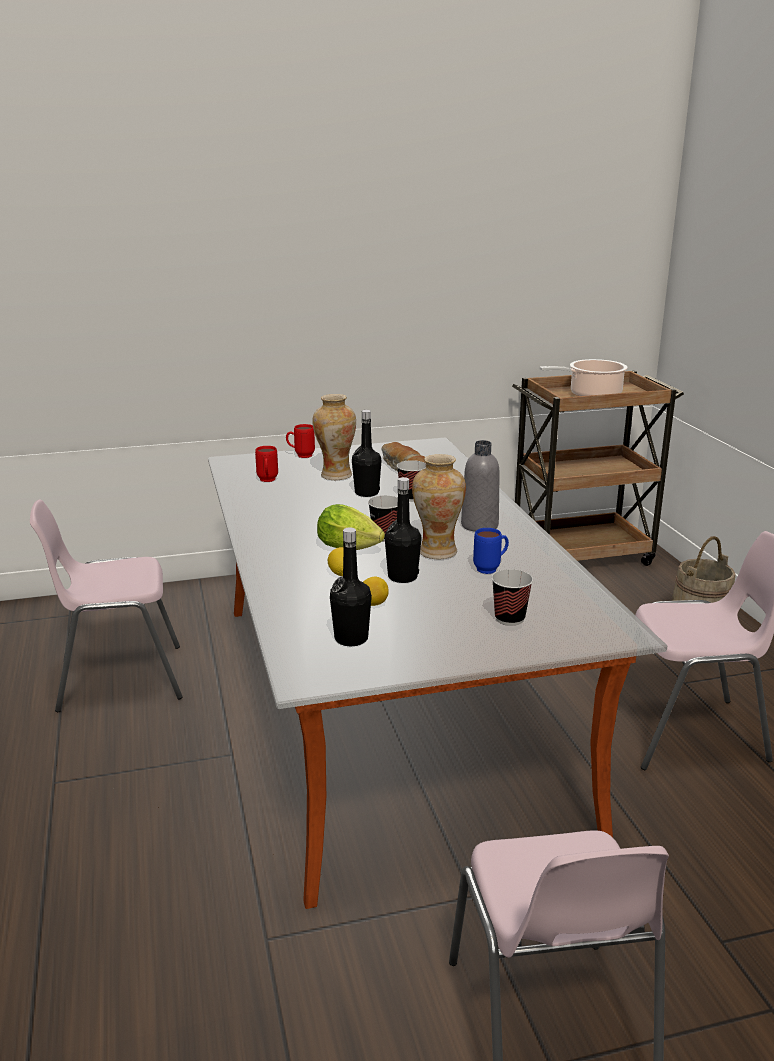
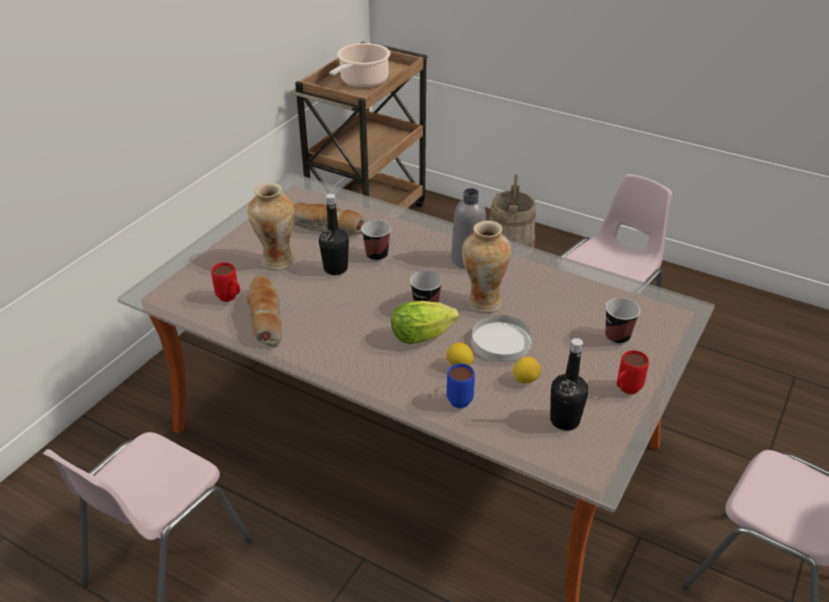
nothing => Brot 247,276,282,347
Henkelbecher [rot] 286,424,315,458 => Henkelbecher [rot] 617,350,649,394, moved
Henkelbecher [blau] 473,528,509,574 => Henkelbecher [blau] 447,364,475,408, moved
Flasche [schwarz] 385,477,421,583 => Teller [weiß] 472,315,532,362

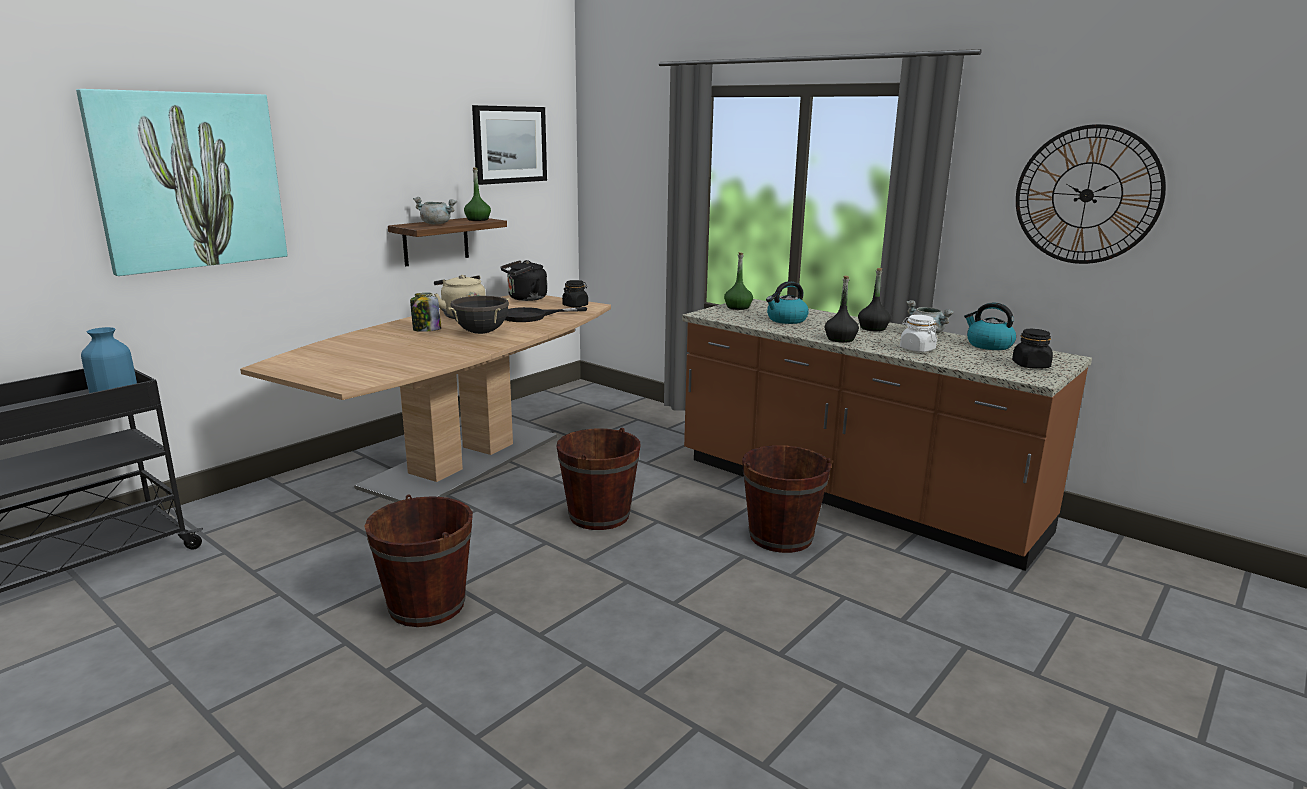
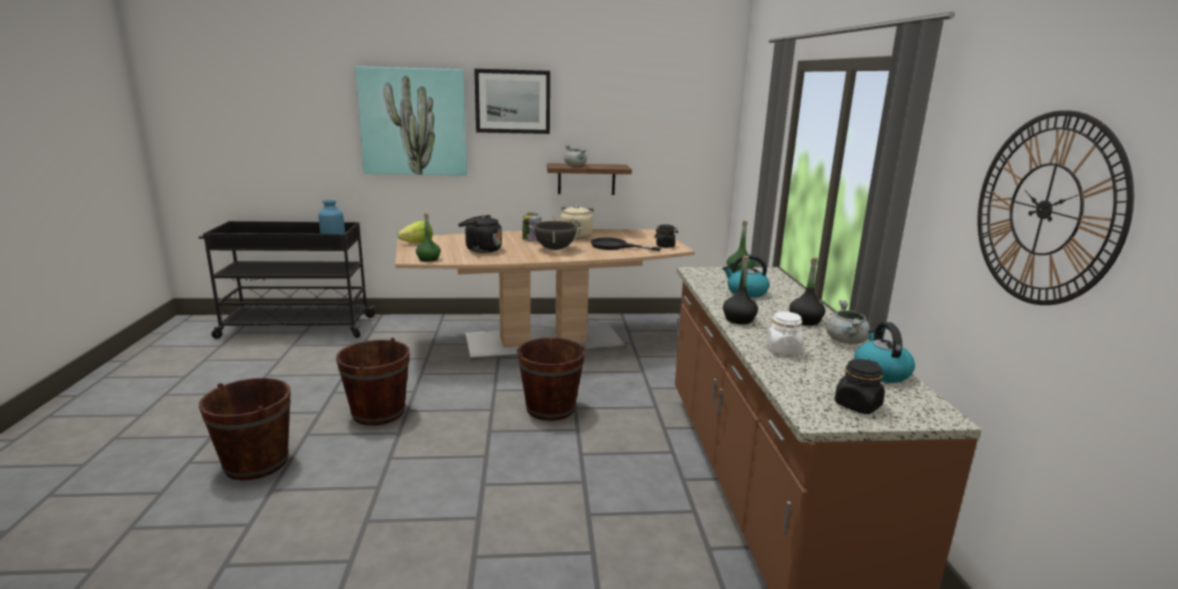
nothing => Salatkopf 398,221,433,243
Flasche [grün] 464,167,491,221 => Flasche [grün] 416,213,441,262, moved
Bild 472,105,547,185 => Bild 474,69,550,134, moved
Wasserkessel [schwarz] 501,260,547,301 => Wasserkessel [schwarz] 458,215,502,253, moved
Eimer [braun] 742,445,831,553 => Eimer [braun] 199,378,291,480, moved

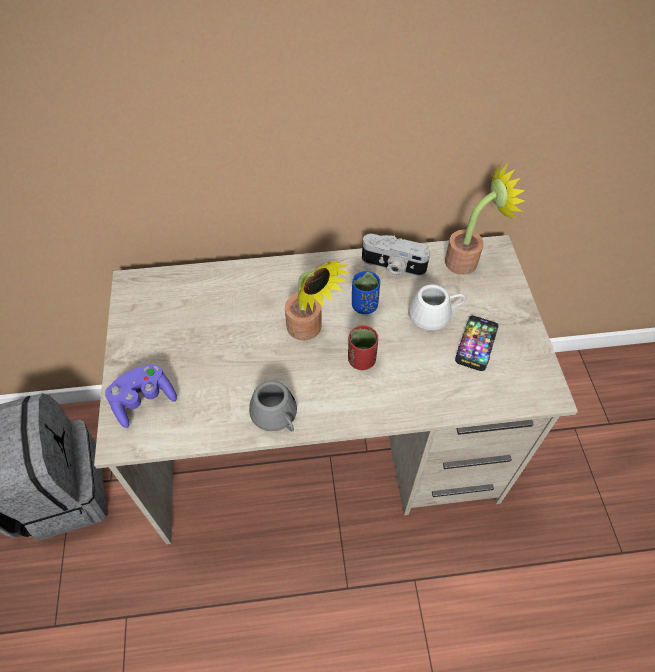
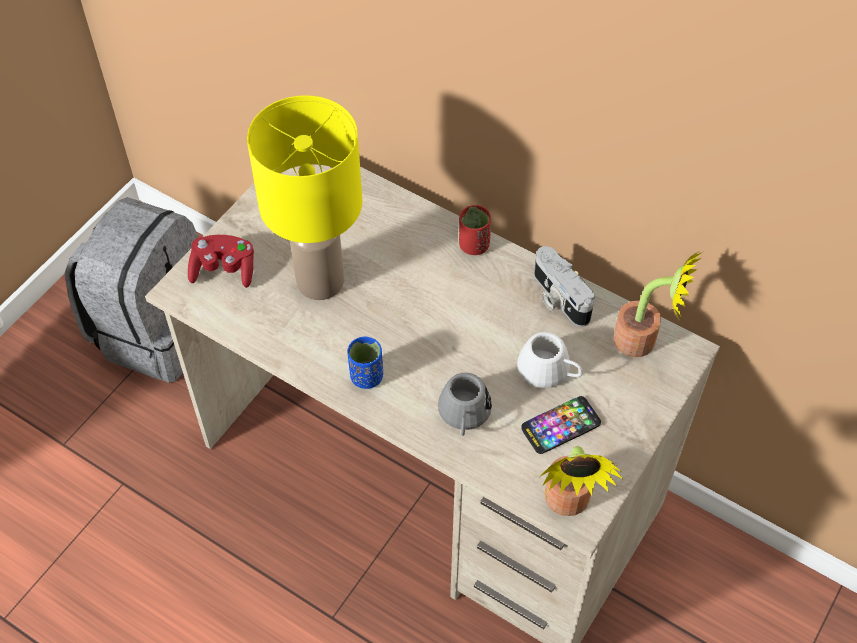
nothing => Tischlampe [gelb] 247,95,362,300
Henkelbecher [grau] 249,380,297,432 => Henkelbecher [grau] 438,373,492,436, moved
Topfpflanze 285,261,349,341 => Topfpflanze 541,446,624,516, moved
Tasse [rot] 348,325,378,370 => Tasse [rot] 459,205,491,255, moved
Tasse [blau] 352,271,380,314 => Tasse [blau] 347,337,383,389, moved
Gamepad [lila] 105,364,177,428 => Gamepad [rot] 188,235,254,288

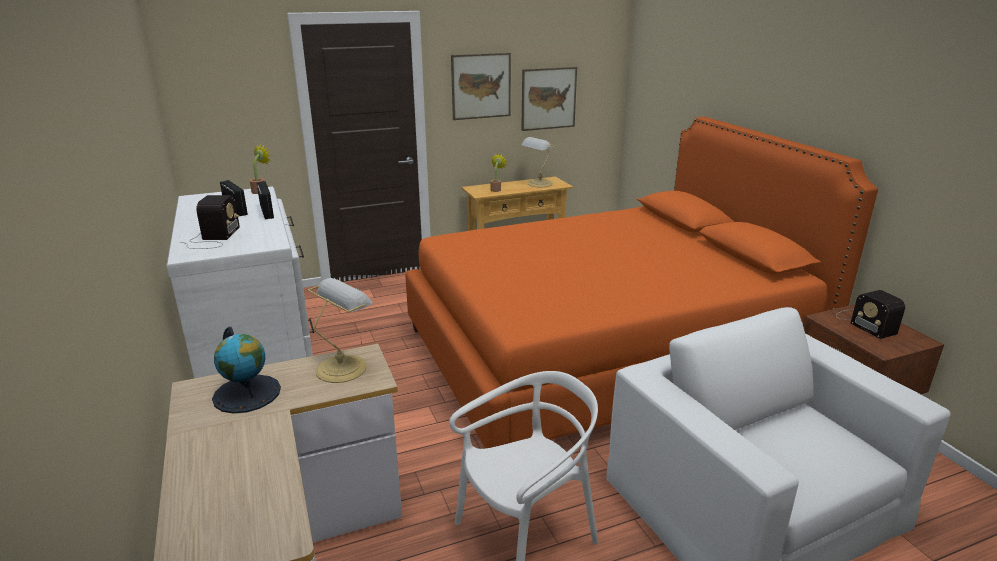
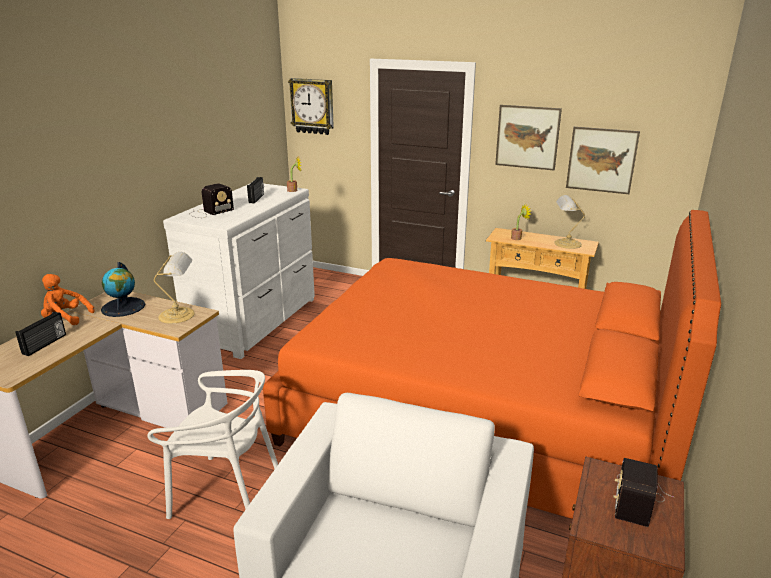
nothing => Plüschtier [orange] 41,274,95,325
nothing => Wanduhr 288,78,334,135
Radio 257,181,274,219 => Radio 16,312,66,356, moved

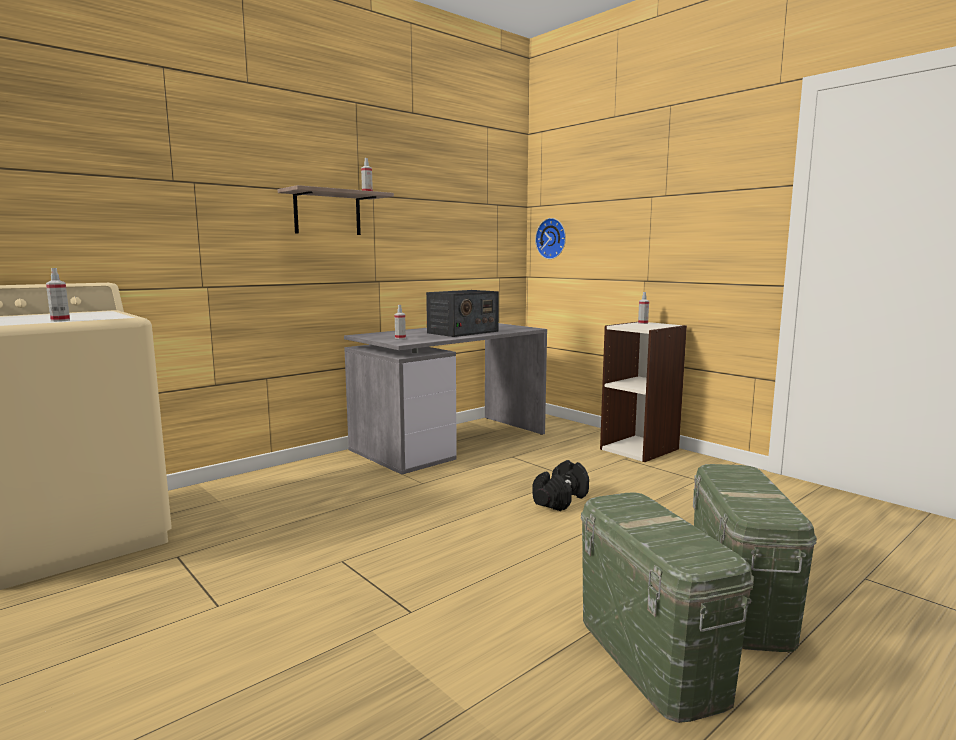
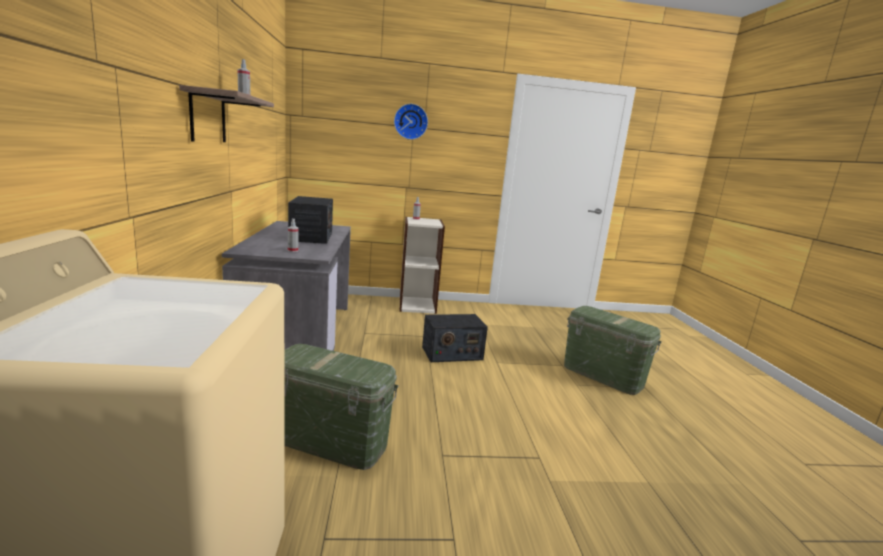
Sprühflasche 46,268,70,322 => nothing
Wanduhr 535,218,566,259 => Wanduhr 394,104,428,140, moved
Aufbewahrungsbox [grün] 581,492,754,723 => Aufbewahrungsbox [grün] 284,344,399,470, moved
Hantel [schwarz] 532,460,589,511 => Radio 422,314,488,362

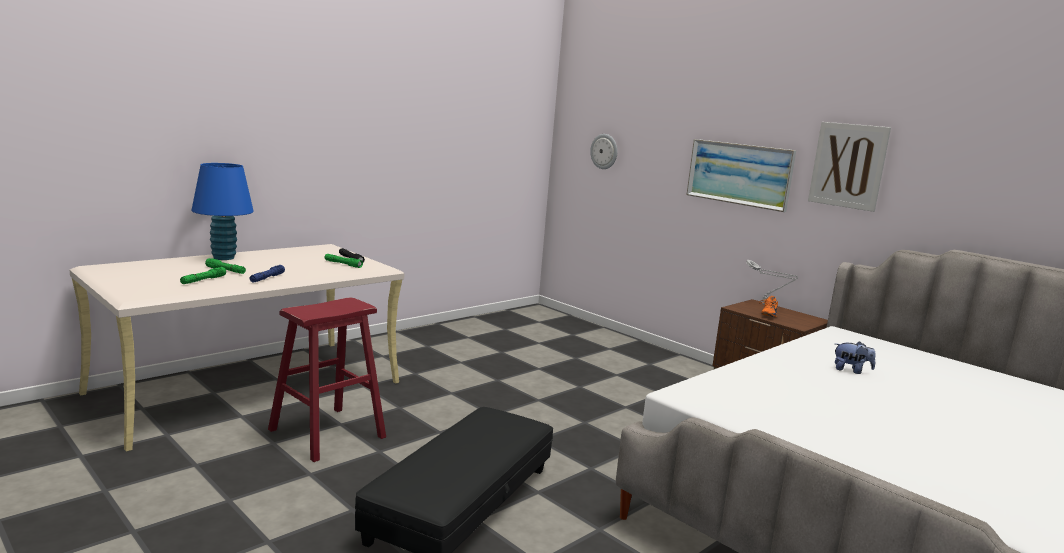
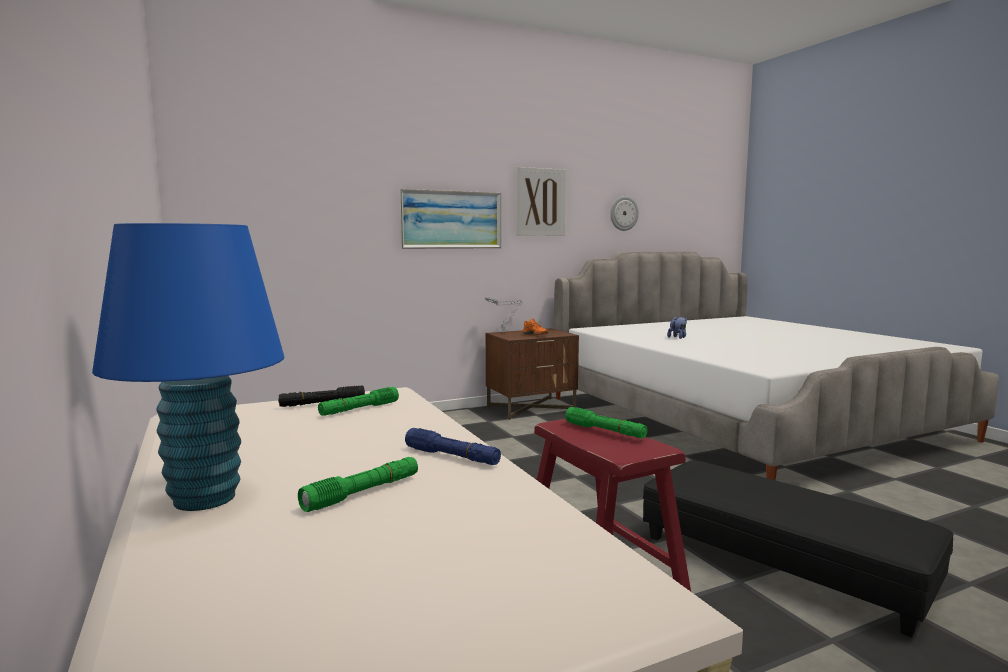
Taschenlampe [grün] 180,267,226,284 => Taschenlampe [grün] 565,407,647,438, moved
Wanduhr 590,134,618,169 => Wanduhr 610,196,639,231, moved

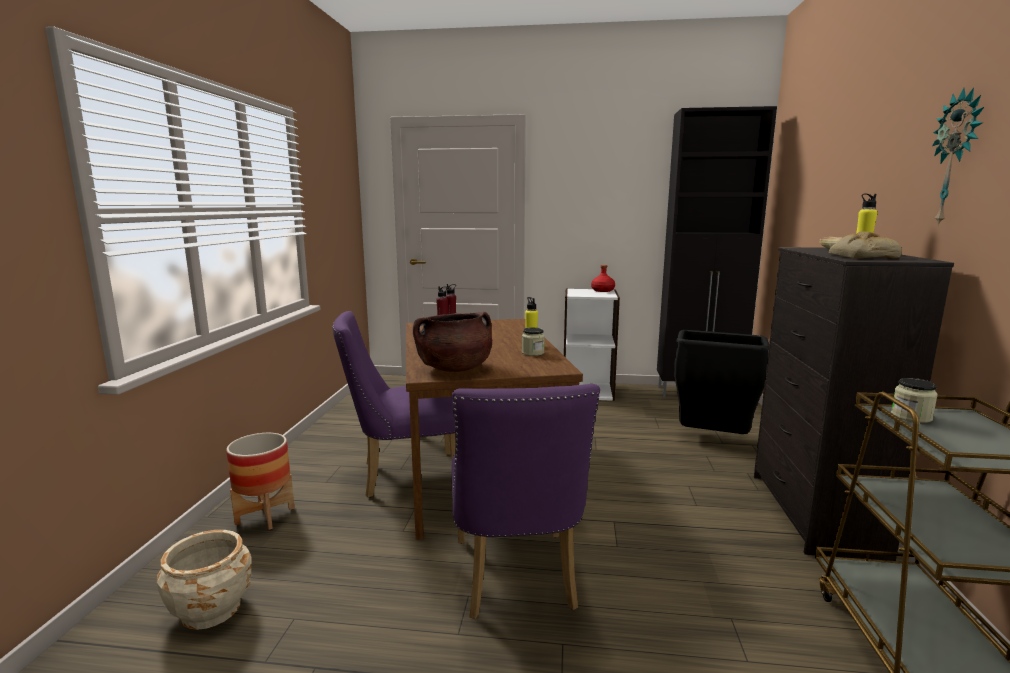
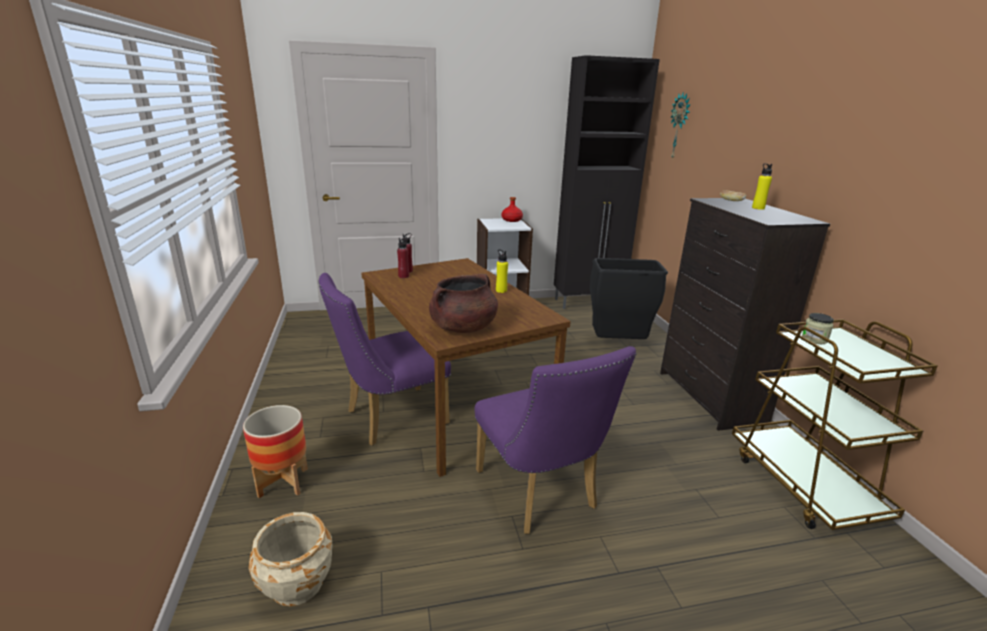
Vorratsglas 522,328,545,356 => nothing
Brot 829,231,902,258 => nothing
Wanduhr 932,88,984,226 => Wanduhr 670,91,691,159, moved

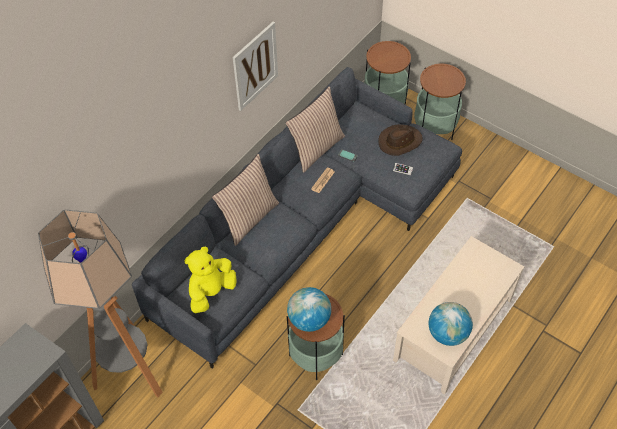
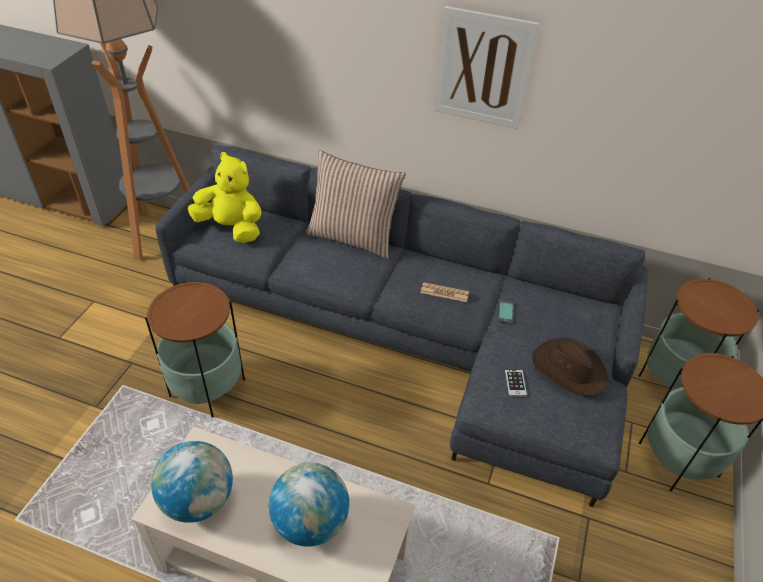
Kissen 286,86,345,173 => nothing
Globus 287,287,331,332 => Globus 269,463,349,547, moved

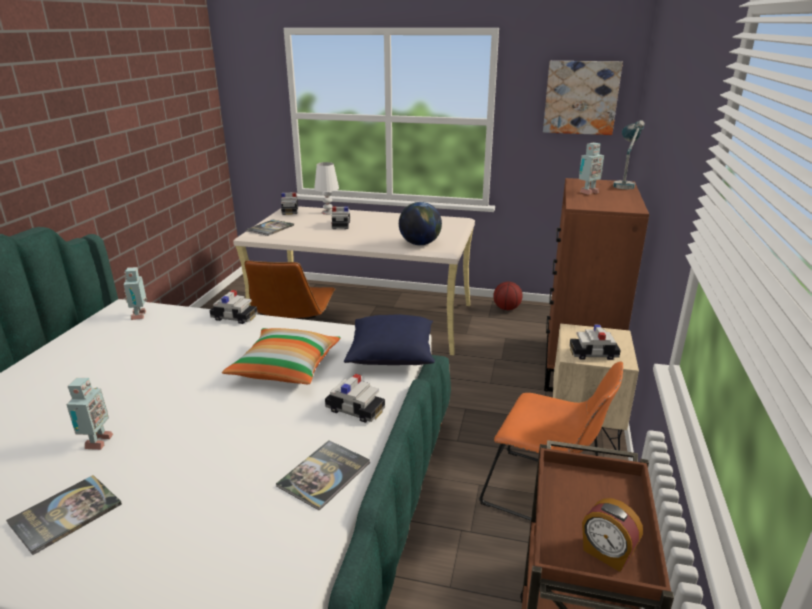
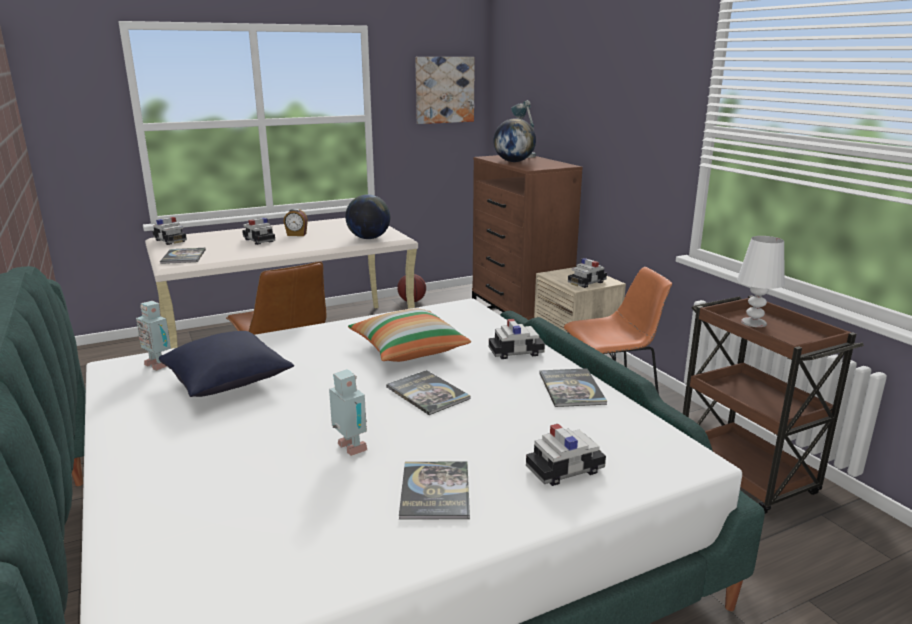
nothing => Buch 386,370,471,415
Spielzeugauto 210,290,257,324 => Spielzeugauto 526,424,606,486, moved
Tischlampe [weiß] 314,162,339,215 => Tischlampe [weiß] 737,236,785,327, moved
Kissen [blau] 344,315,435,365 => Kissen [blau] 159,331,294,397, moved
Wecker 582,498,643,572 => Wecker 284,209,308,236, moved
Spielzeugroboter 579,143,604,195 => Globus 493,118,536,162

